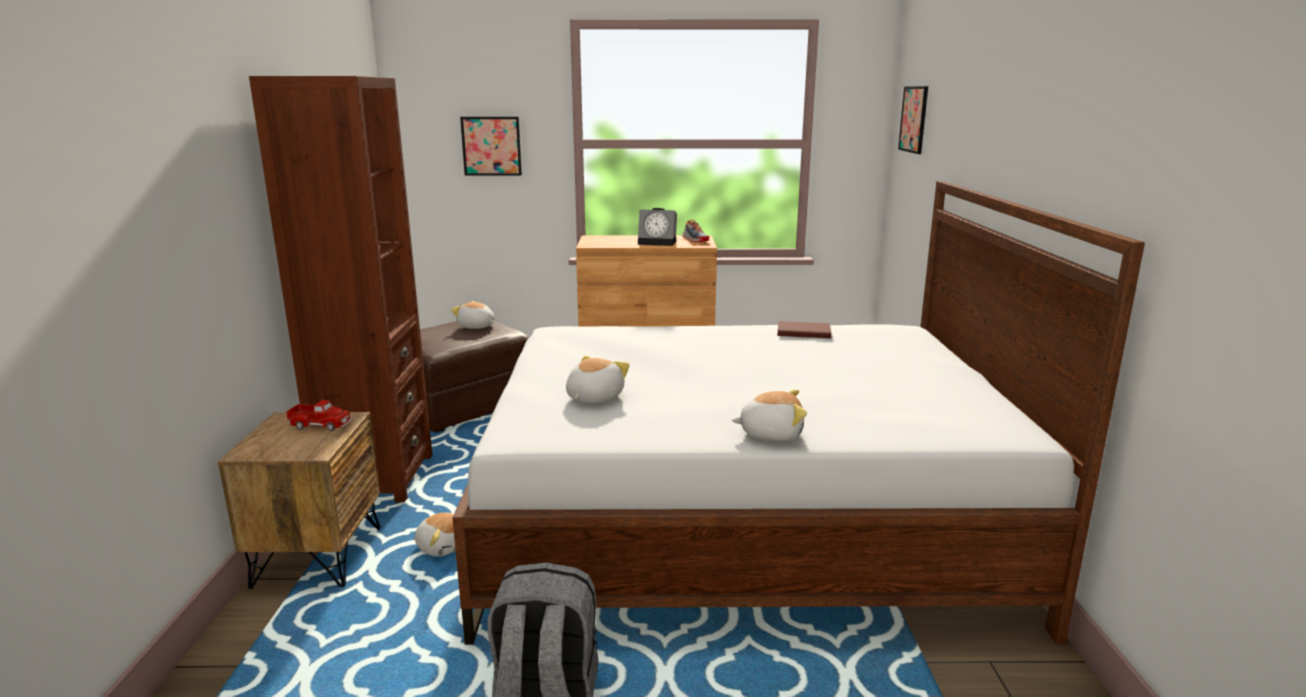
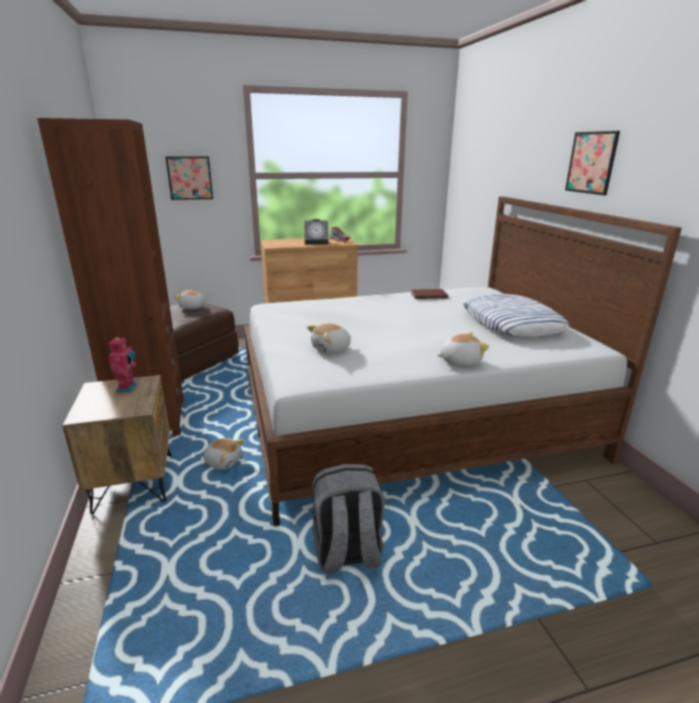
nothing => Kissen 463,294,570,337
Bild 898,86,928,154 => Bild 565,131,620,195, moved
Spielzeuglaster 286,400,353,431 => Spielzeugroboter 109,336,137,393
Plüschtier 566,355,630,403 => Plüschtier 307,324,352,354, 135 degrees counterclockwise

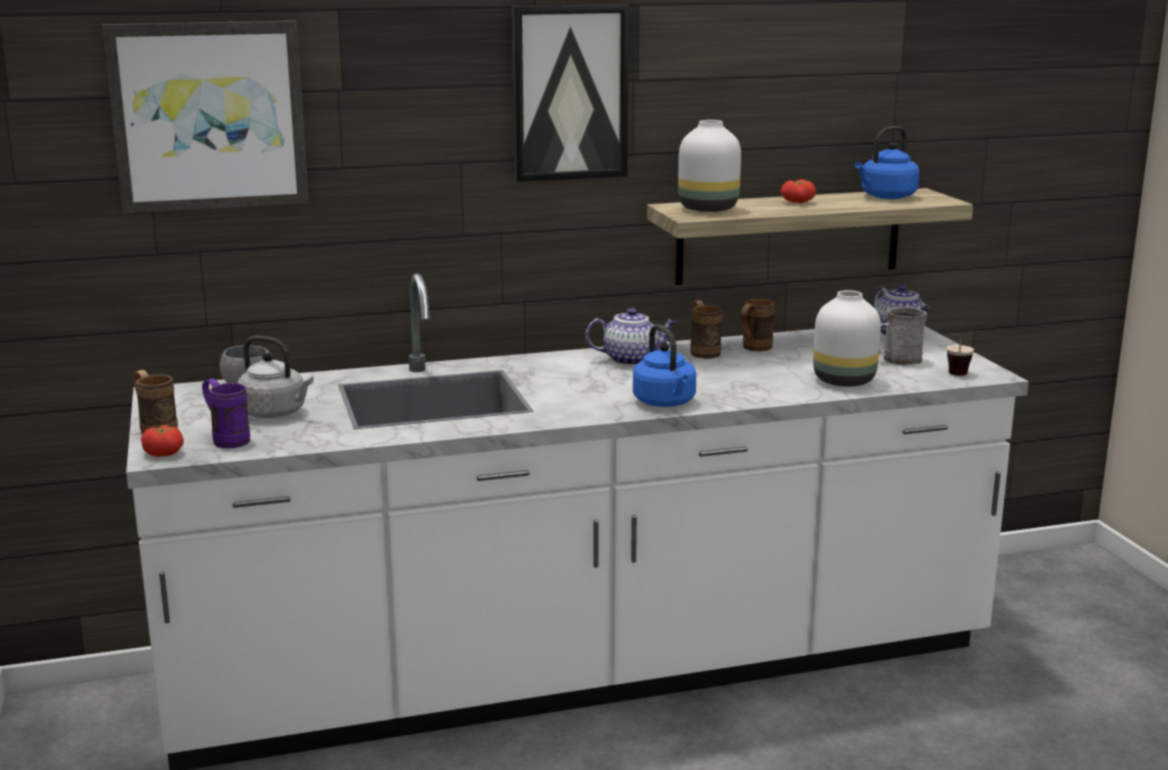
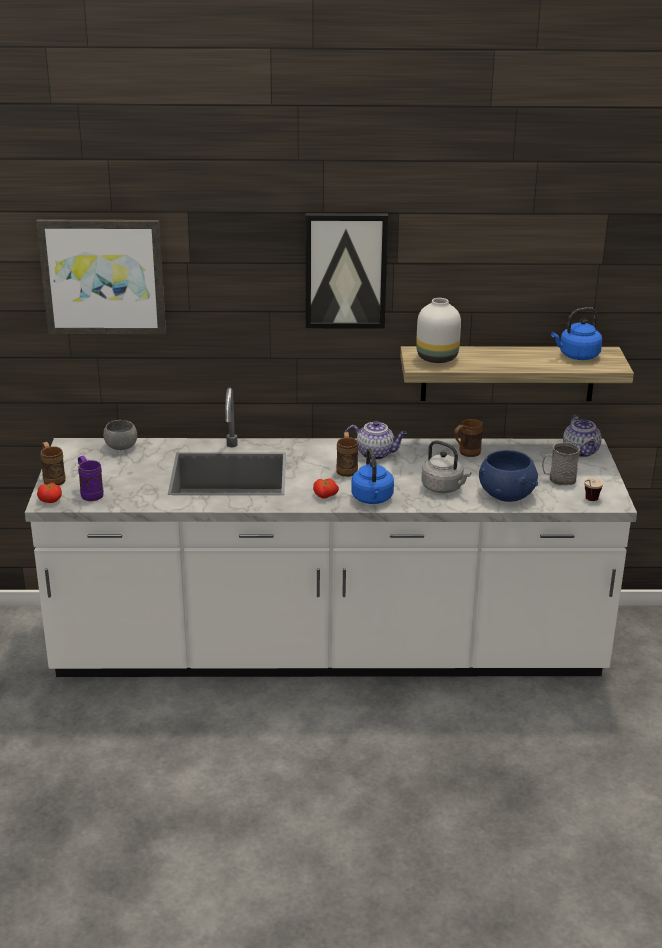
Wasserkessel [grau] 238,336,314,418 => Wasserkessel [grau] 421,440,471,493, moved
Henkelbecher [braun] 690,300,722,359 => Henkelbecher [braun] 336,432,358,477, moved
Tomate 780,179,816,203 => Tomate 313,479,339,498, moved
Vase [weiß] 813,290,881,387 => Schüssel [blau] 479,450,538,502

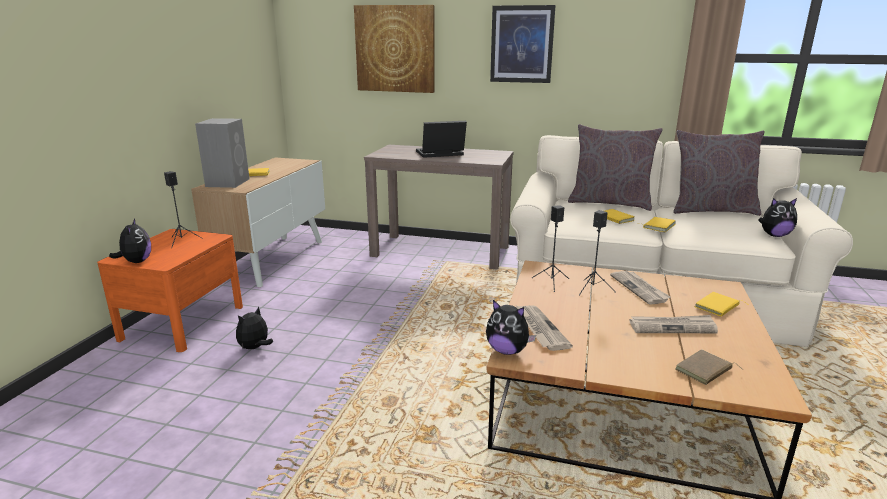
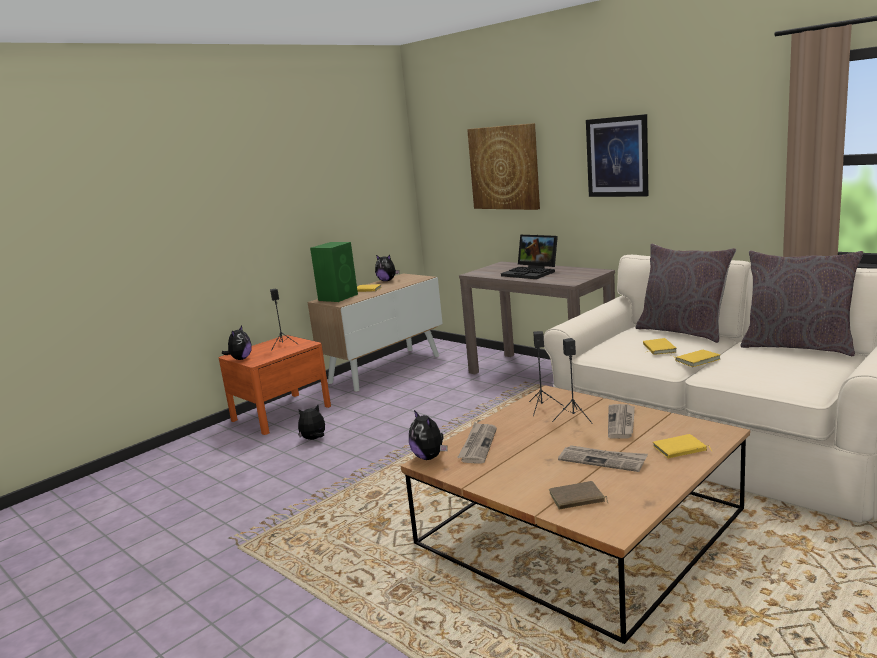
Plüschtier 758,198,797,237 => Plüschtier 375,255,399,281, moved
Lautsprecher [grau] 195,118,250,188 => Lautsprecher [grün] 310,242,358,302
Laptop 416,121,467,158 => Laptop 501,235,558,279, 150 degrees counterclockwise

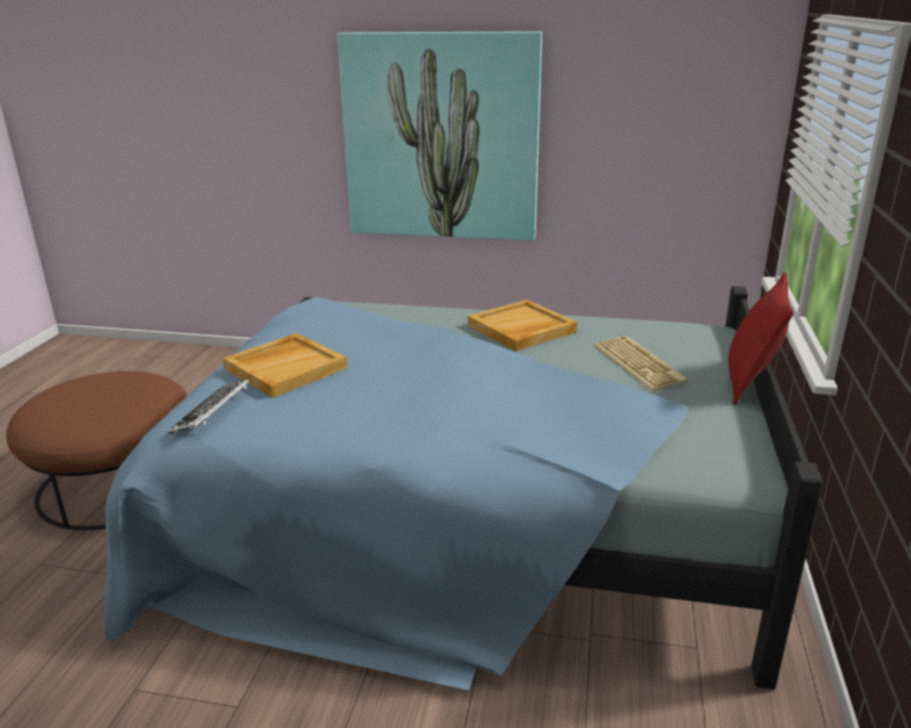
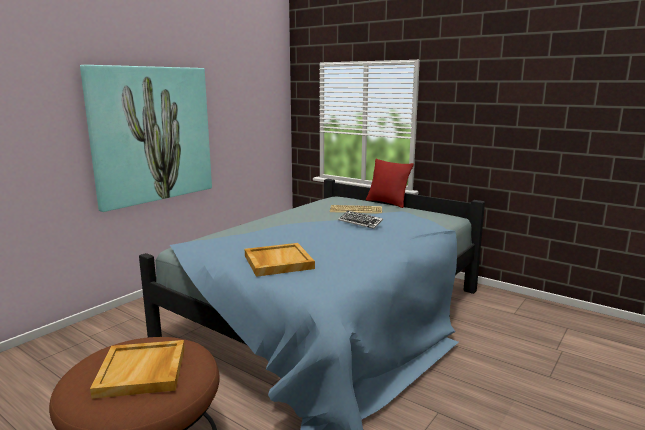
Tastatur 168,379,249,434 => Tastatur 339,211,383,229, moved
Tablett [beige] 468,300,577,351 => Tablett [beige] 90,340,185,399, moved

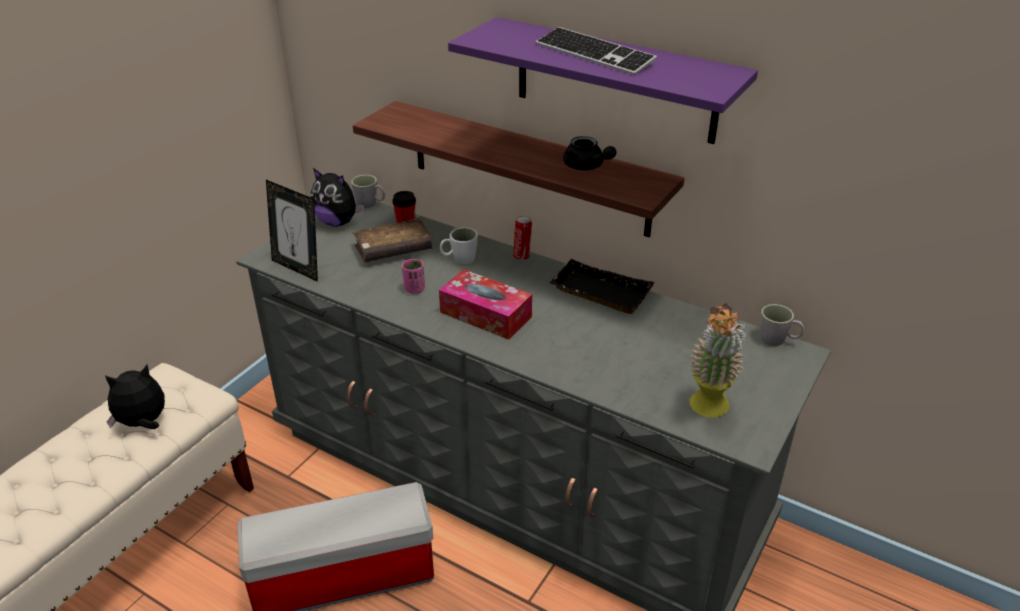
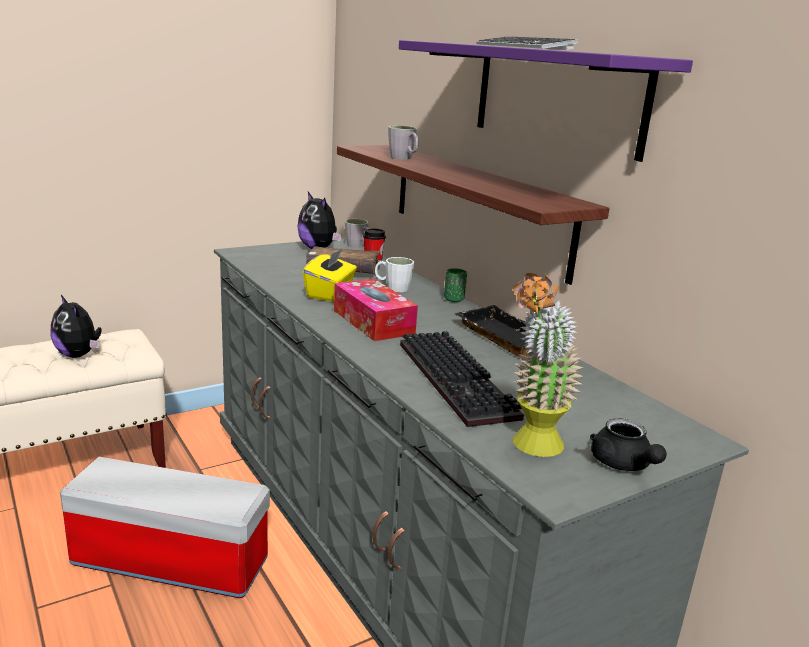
Bilderrahmen 266,180,318,282 => nothing
nothing => Tastatur 400,331,524,427
Teekanne [schwarz] 563,136,617,170 => Teekanne [schwarz] 590,418,667,471, moved
Henkelbecher [grau] 760,304,804,346 => Henkelbecher [grau] 388,126,419,160, moved
Tasse [rosa] 402,259,425,294 => Taschentuchbox [gelb] 303,248,357,302
Dose 513,216,532,261 => Tasse [grün] 444,268,467,302
Plüschtier 105,365,165,429 => Plüschtier 50,295,102,358, 135 degrees counterclockwise

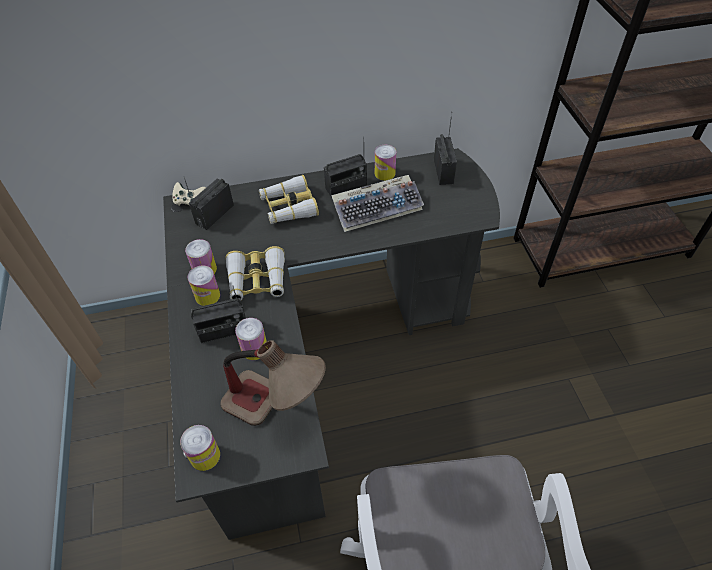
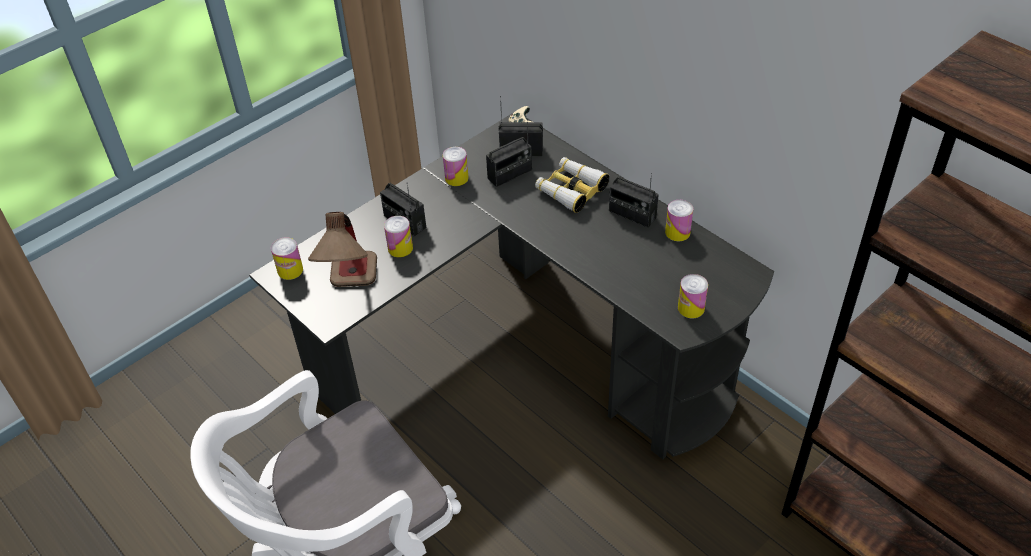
Fernglas 226,246,285,300 => nothing
Tastatur 331,175,424,232 => nothing
Dose 188,265,220,306 => Dose 678,274,708,318, moved
Radio 434,112,457,185 => Radio 486,118,532,187, moved

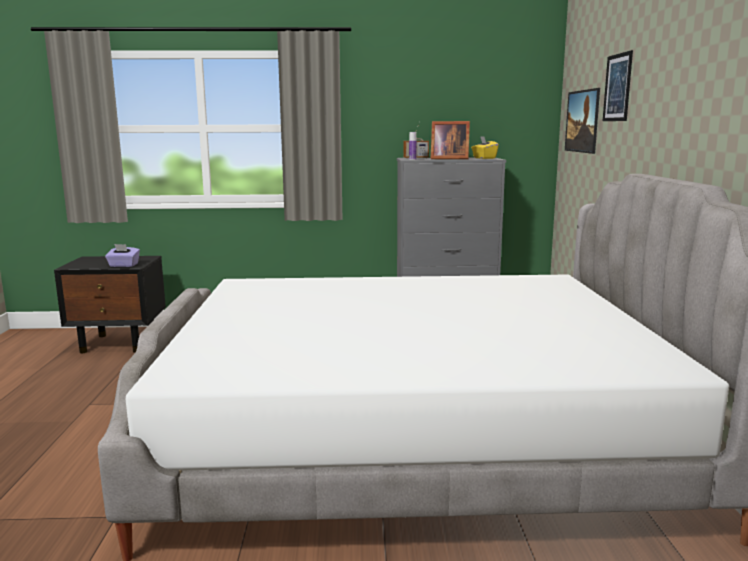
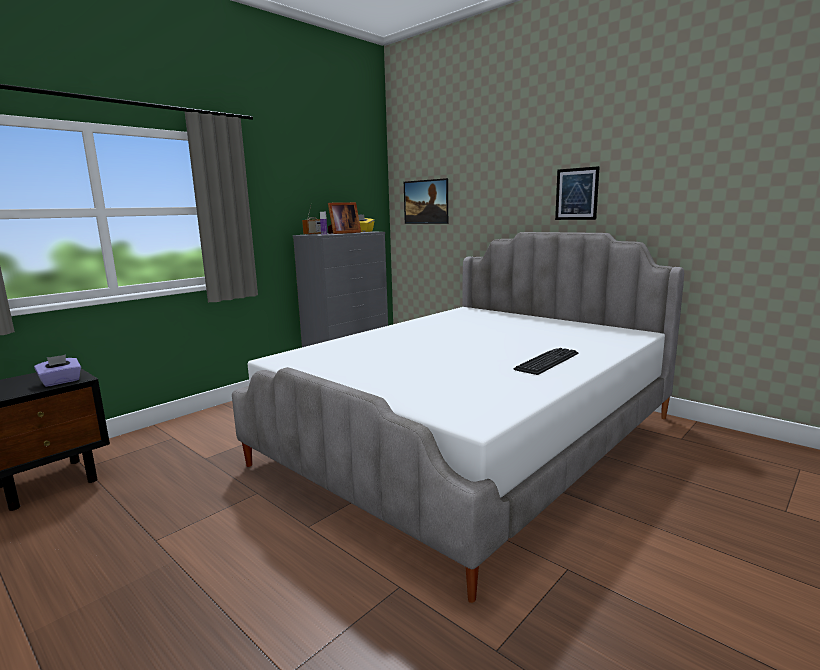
nothing => Tastatur 514,348,578,375
Bild 603,50,633,121 => Bild 555,166,600,220, moved

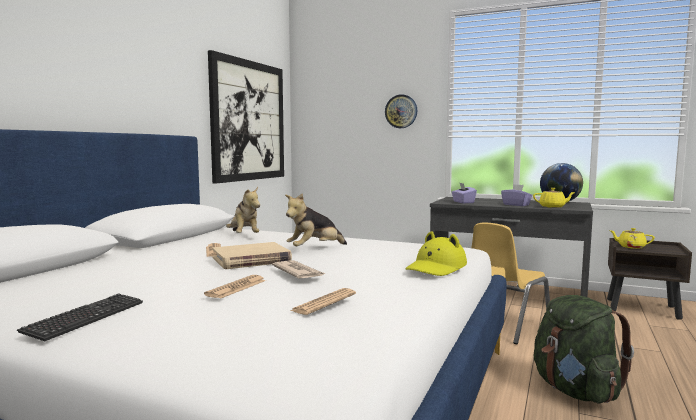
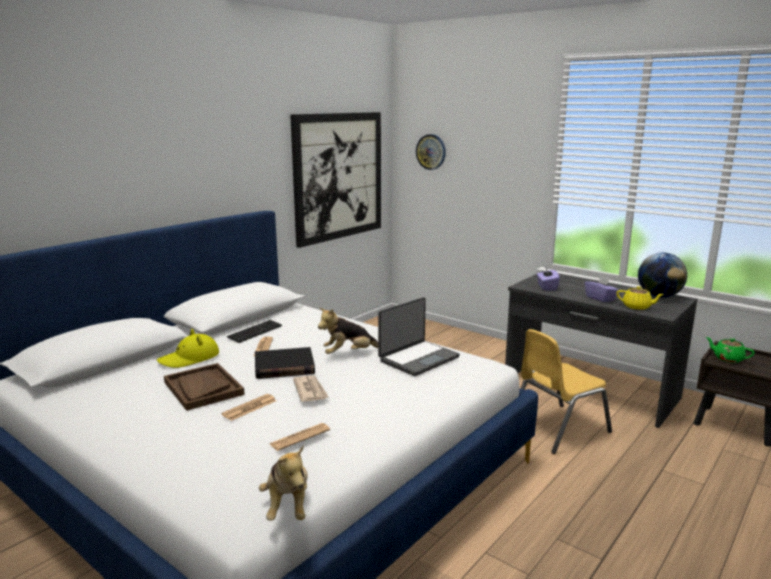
Rucksack [grün] 534,295,634,404 => nothing
nothing => Tablett [braun] 164,363,245,411
nothing => Laptop 378,297,460,376
Tastatur 17,293,143,341 => Tastatur 227,320,282,343, moved
Plüschtier 226,187,260,233 => Plüschtier 259,445,308,521, moved
Wanduhr 385,94,417,128 => Wanduhr 416,134,446,170, moved
Hut [gelb] 405,231,467,276 => Hut [gelb] 157,329,219,368, moved
Buch [beige] 212,242,292,269 => Buch [schwarz] 255,347,315,379
Teekanne [gelb] 609,228,655,249 => Teekanne [grün] 706,337,755,363

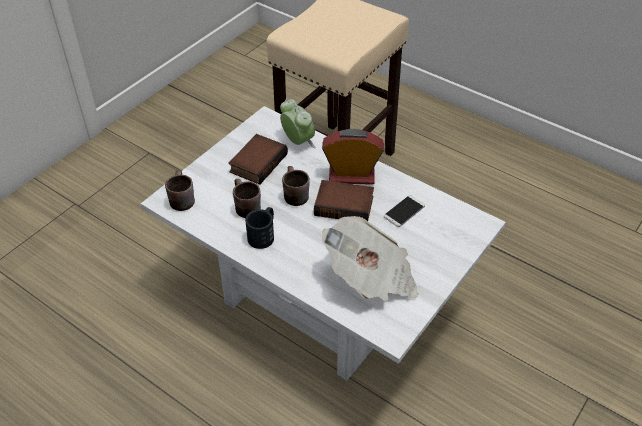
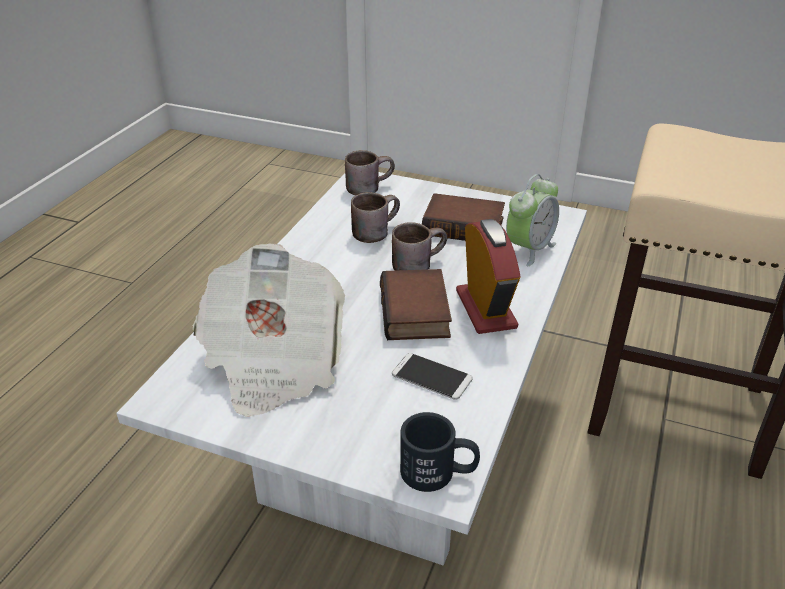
Henkelbecher [schwarz] 245,207,274,249 => Henkelbecher [schwarz] 400,412,480,492, moved

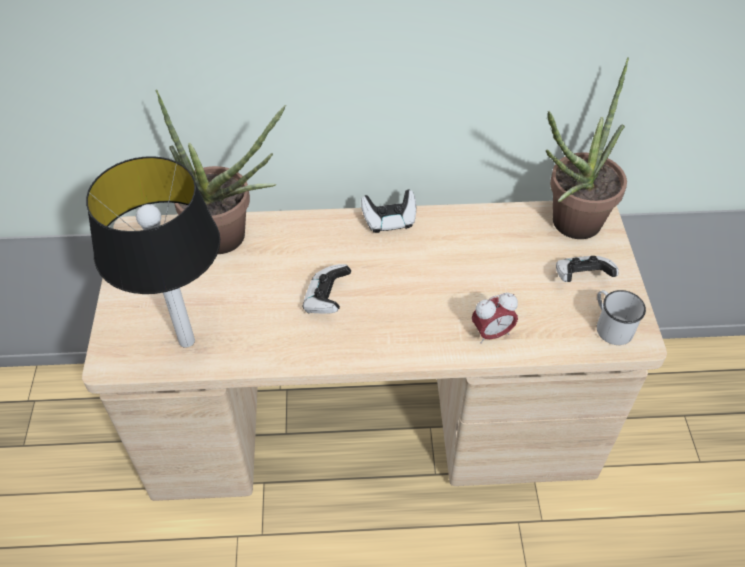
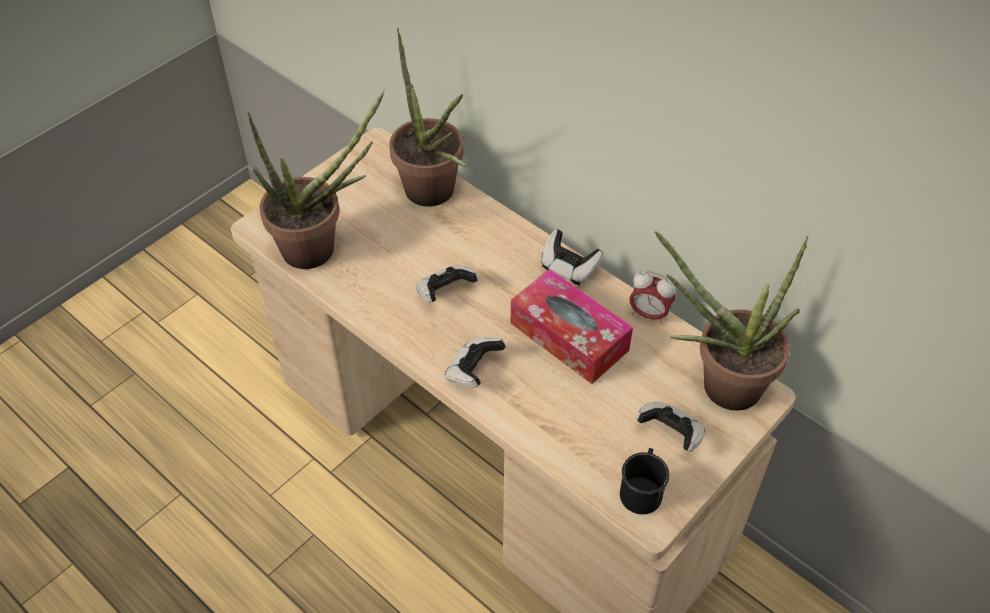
nothing => Gamepad 445,336,506,388
nothing => Taschentuchbox 511,269,633,384
Wecker 472,293,518,344 => Wecker 629,271,676,324, moved
Tischlampe 86,156,220,348 => Topfpflanze 248,90,385,269
Henkelbecher [weiß] 597,290,646,345 => Henkelbecher [schwarz] 620,448,670,514

